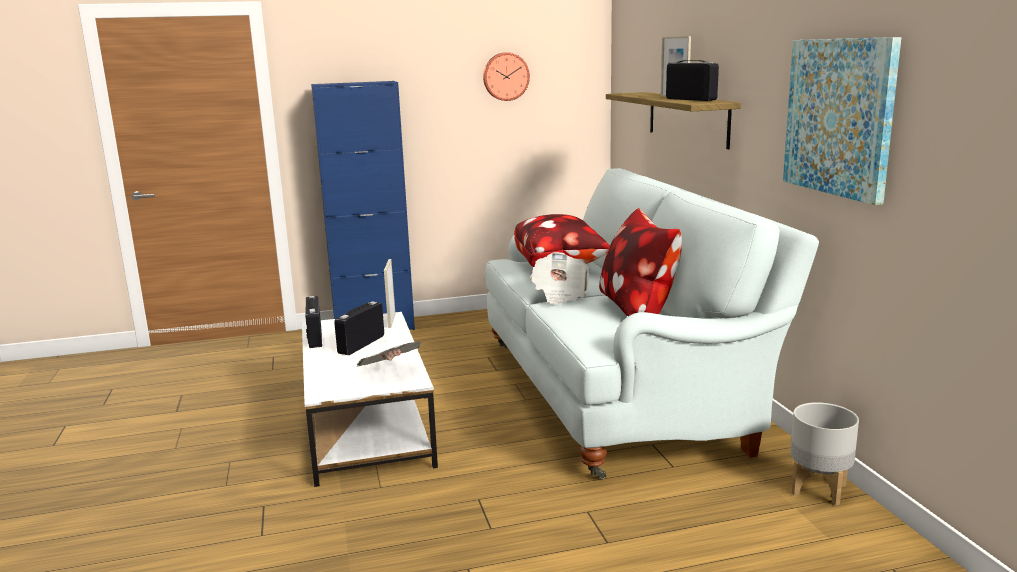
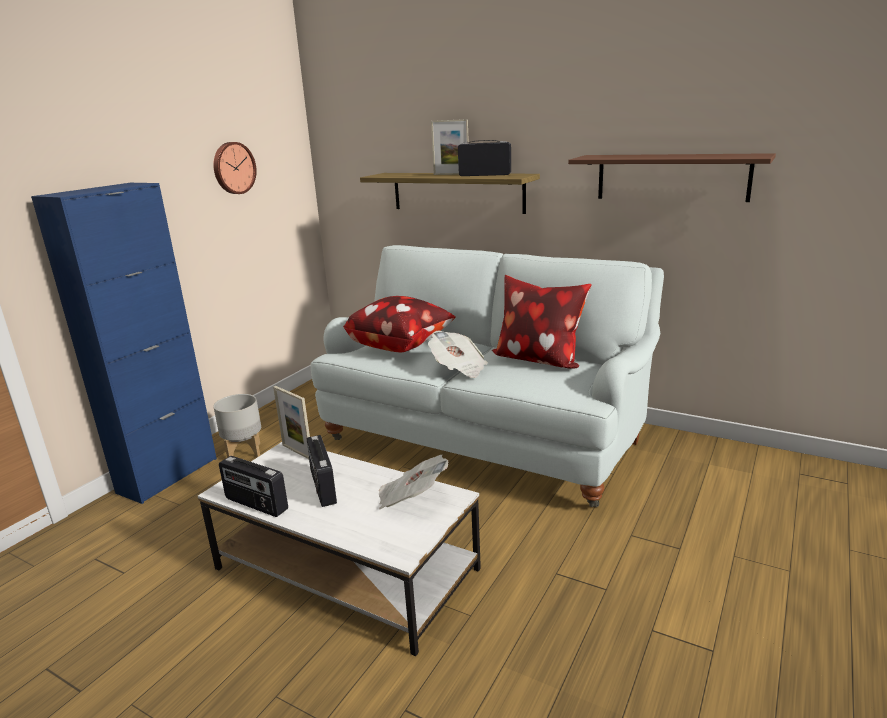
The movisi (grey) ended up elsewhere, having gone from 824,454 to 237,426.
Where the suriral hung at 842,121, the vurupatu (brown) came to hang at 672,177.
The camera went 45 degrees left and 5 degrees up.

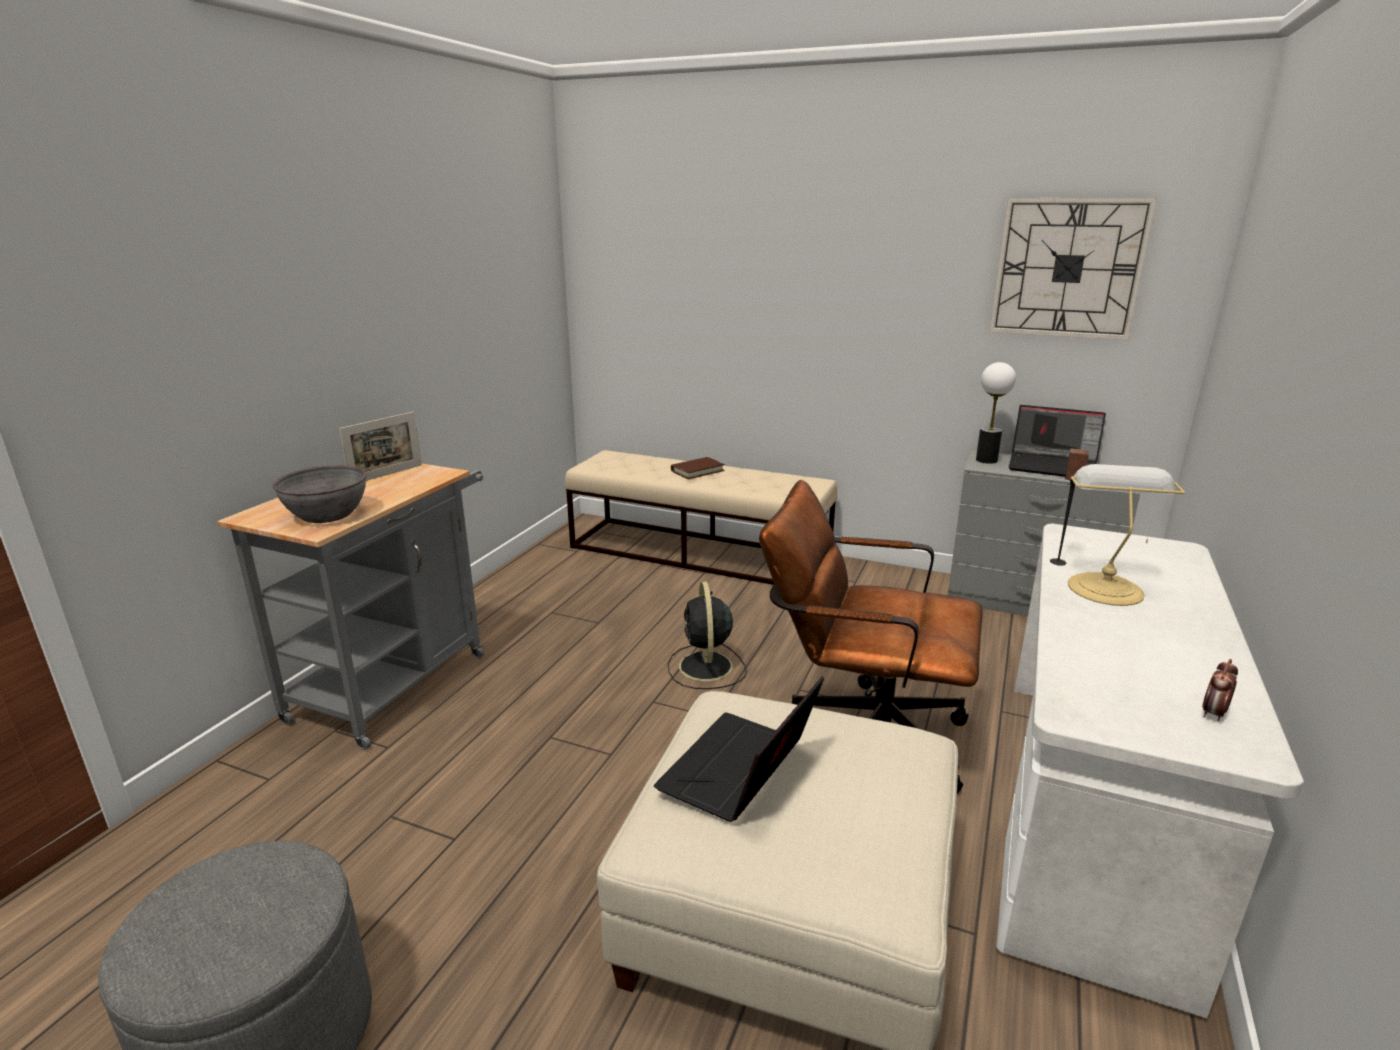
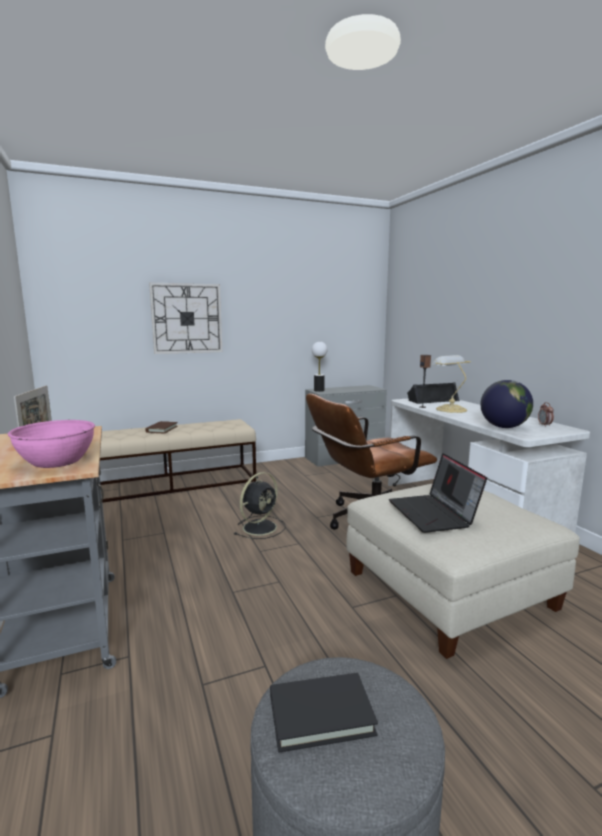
The second view lost the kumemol at 1057,441.
The second view gained the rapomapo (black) at 324,713.
The second view gained the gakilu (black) at 433,393.
The second view gained the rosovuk at 506,404.
The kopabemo ended up elsewhere, having gone from 1073,269 to 185,318.
What was the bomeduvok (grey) at 320,494 turned into the bomeduvok (pink) at 51,444.
The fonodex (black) at 707,635 ended up facing another way, 90 degrees counterclockwise from before.
The camera went 45 degrees left and 10 degrees down.

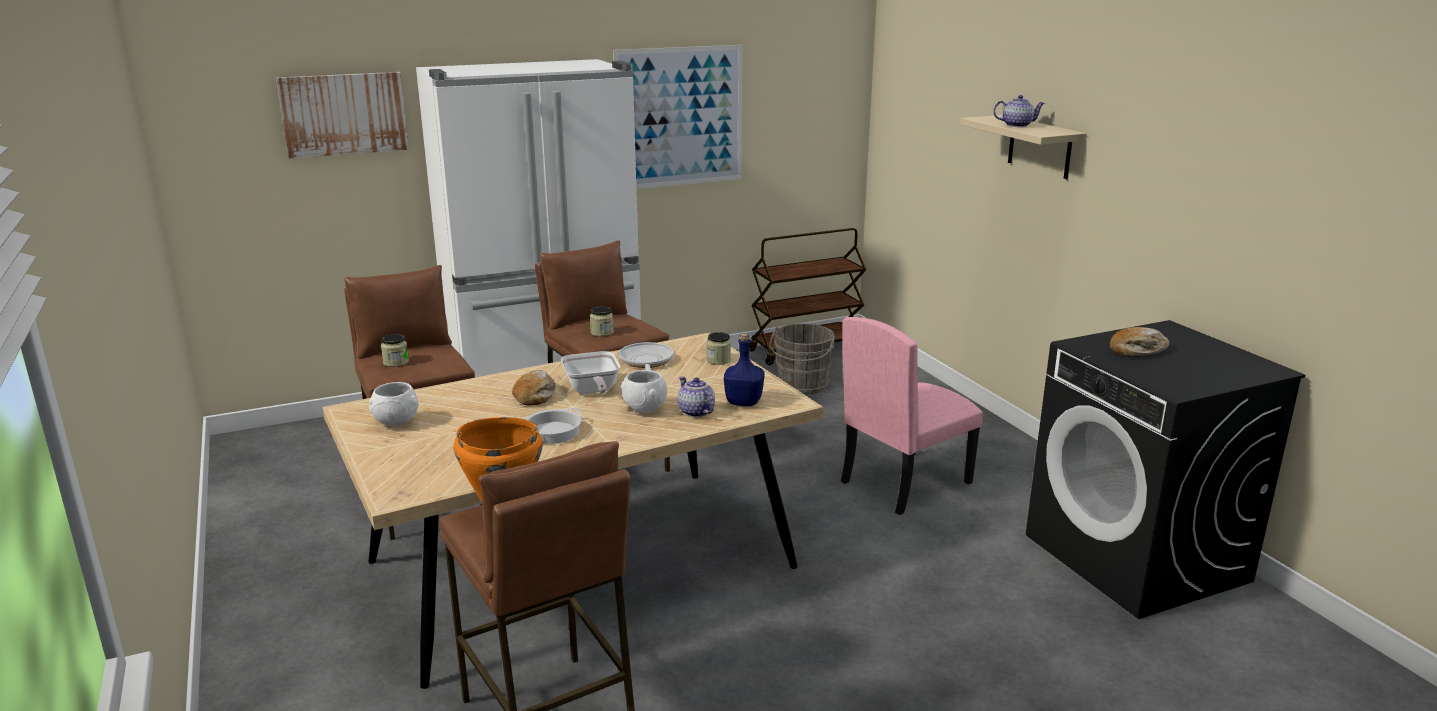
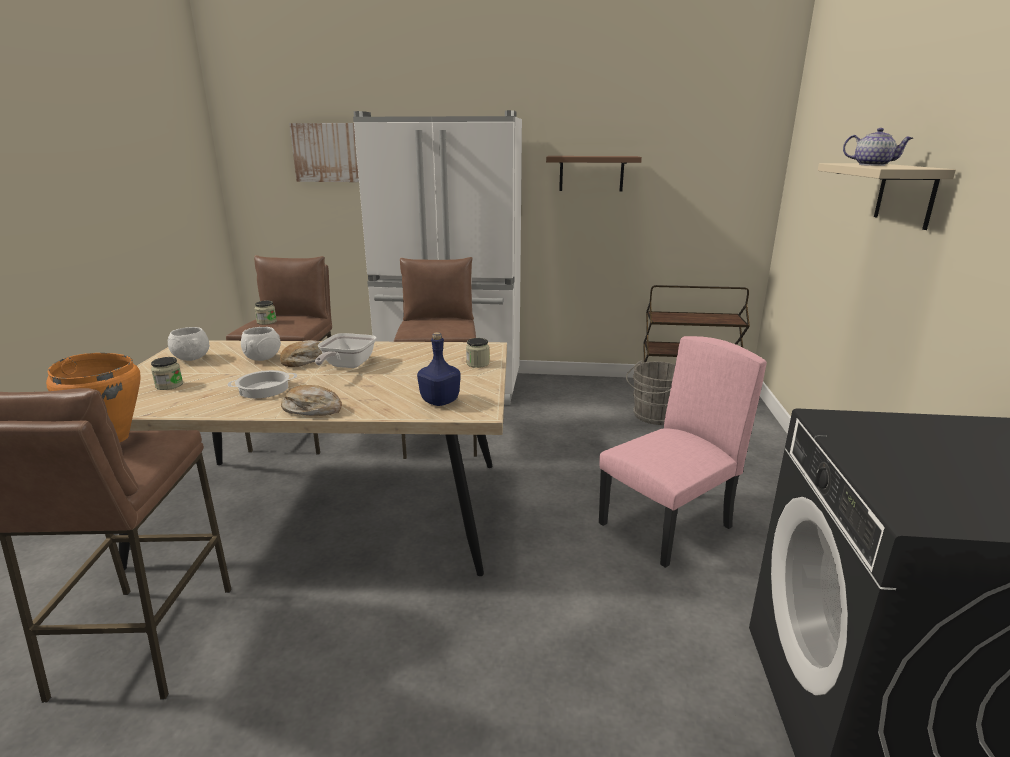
The second view lost the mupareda at 646,356.
The second view lost the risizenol at 696,397.
The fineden ended up elsewhere, having gone from 602,321 to 167,373.
The bomeduvok (white) ended up elsewhere, having gone from 644,391 to 261,344.
The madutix ended up elsewhere, having gone from 1139,342 to 311,400.
Where the suriral hung at 678,117, the vurupatu (brown) came to hang at 594,174.
The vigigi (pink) at 912,416 ended up facing another way, 150 degrees clockwise from before.
The camera went 30 degrees right and 0 degrees up.

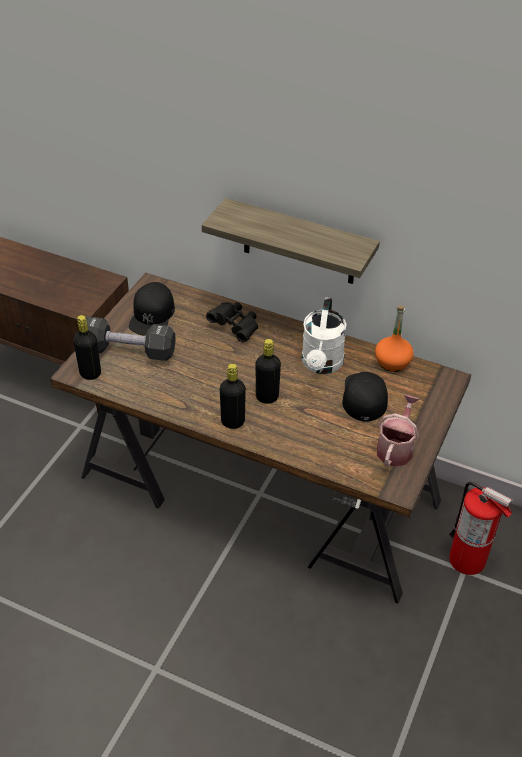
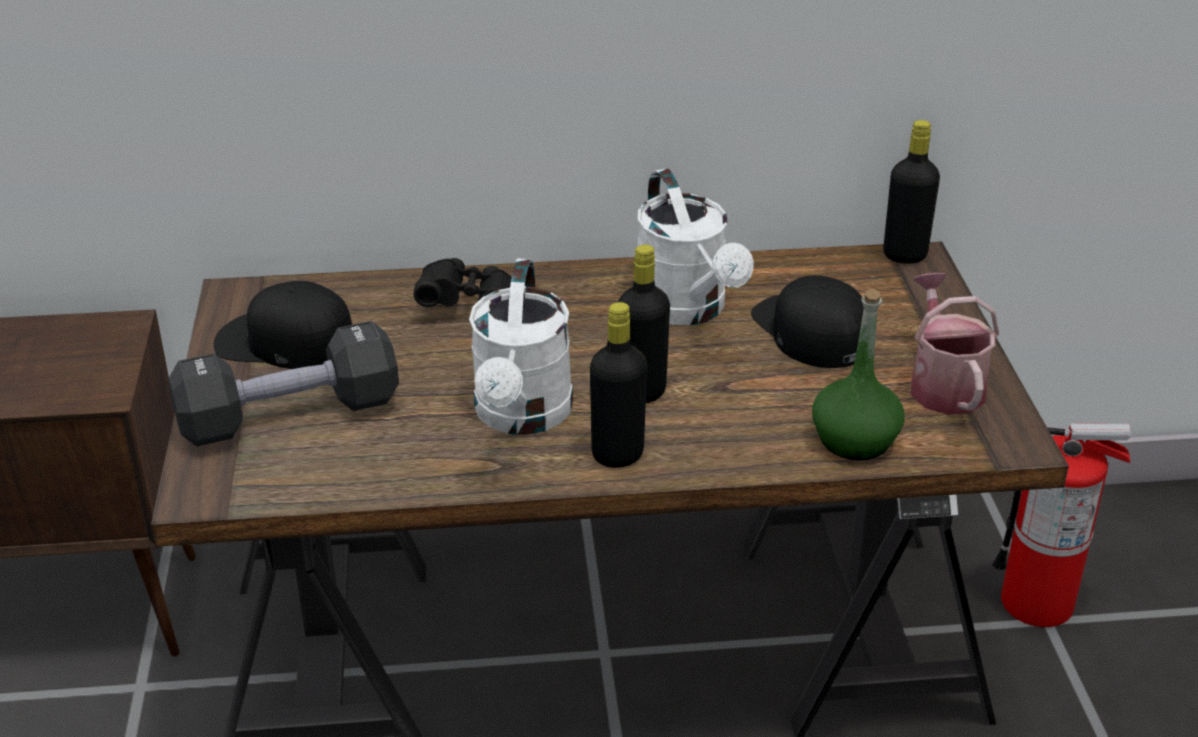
The second view lost the vurupatu at 291,241.
The second view lost the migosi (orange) at 394,338.
The second view gained the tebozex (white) at 521,347.
The second view gained the migosi (green) at 858,374.
The migosi (black) ended up elsewhere, having gone from 87,347 to 911,192.
The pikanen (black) at 152,309 ended up facing another way, 120 degrees clockwise from before.
The camera went 30 degrees left and 10 degrees down.

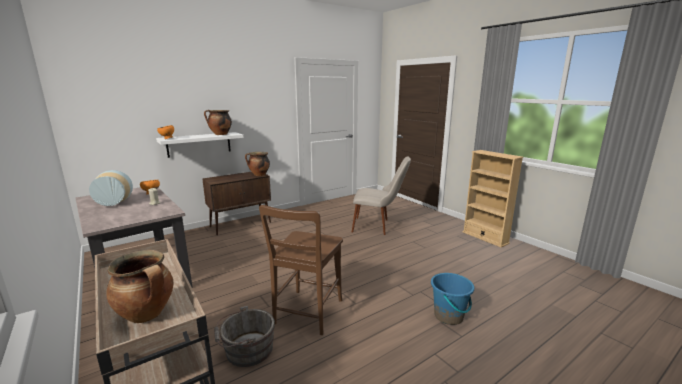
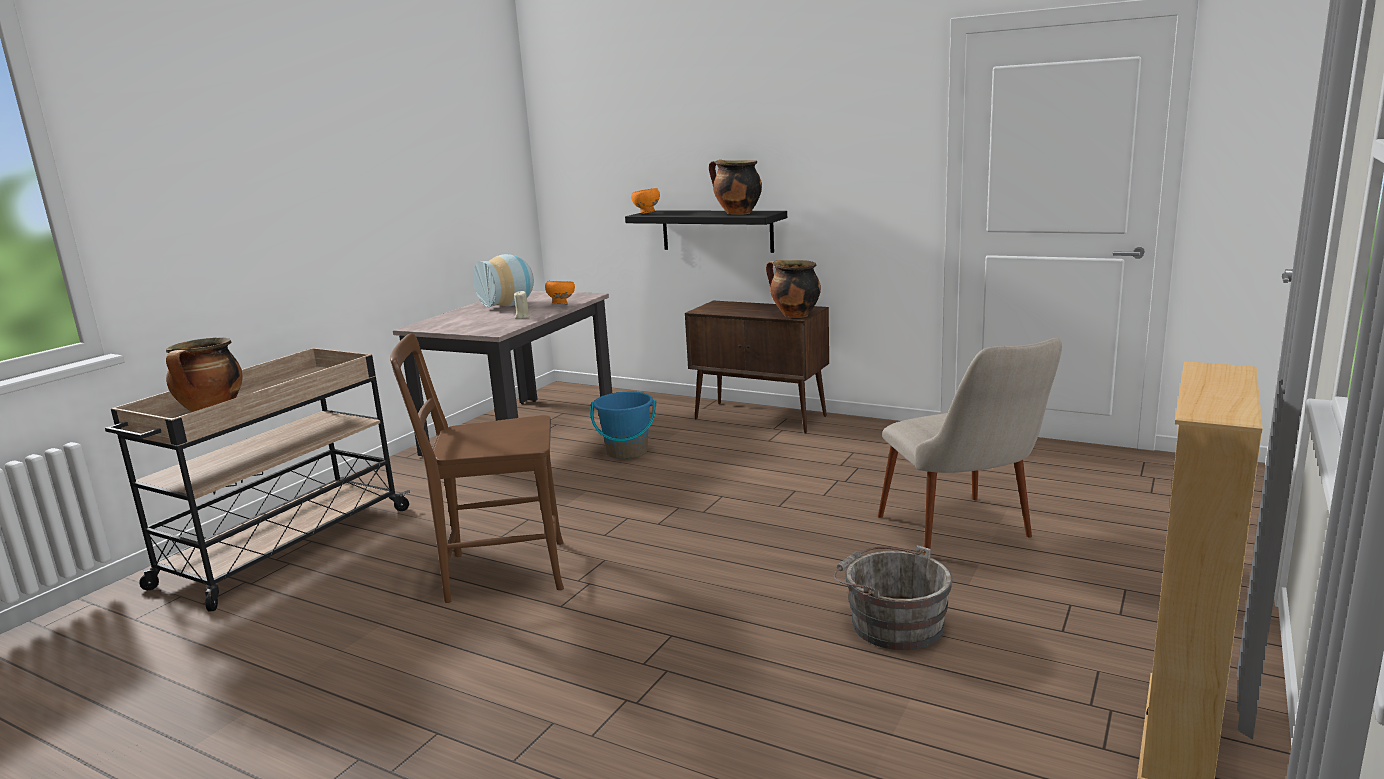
The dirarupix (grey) ended up elsewhere, having gone from 244,336 to 893,597.
The dirarupix (blue) ended up elsewhere, having gone from 452,299 to 623,425.
What was the vurupatu (white) at 200,145 turned into the vurupatu (black) at 706,231.
The camera went 65 degrees right and 0 degrees up.

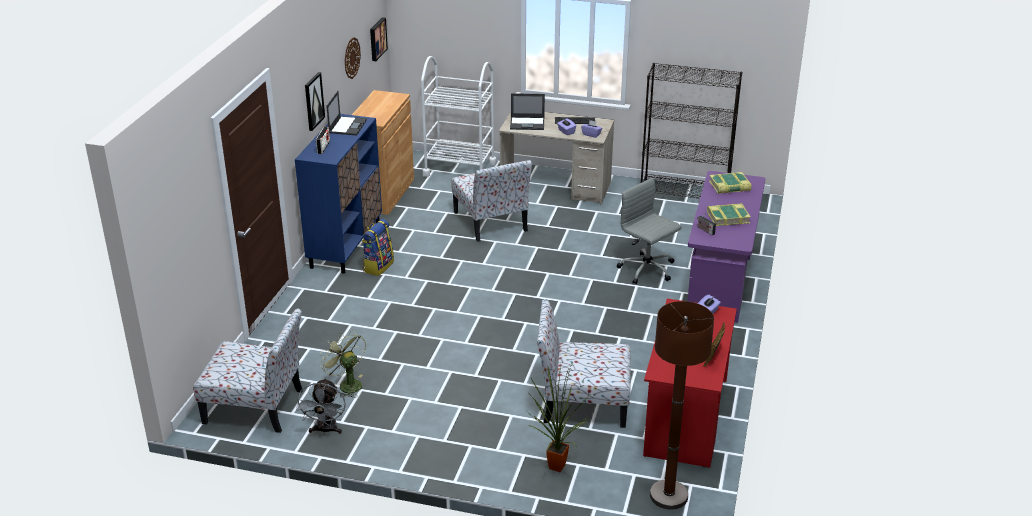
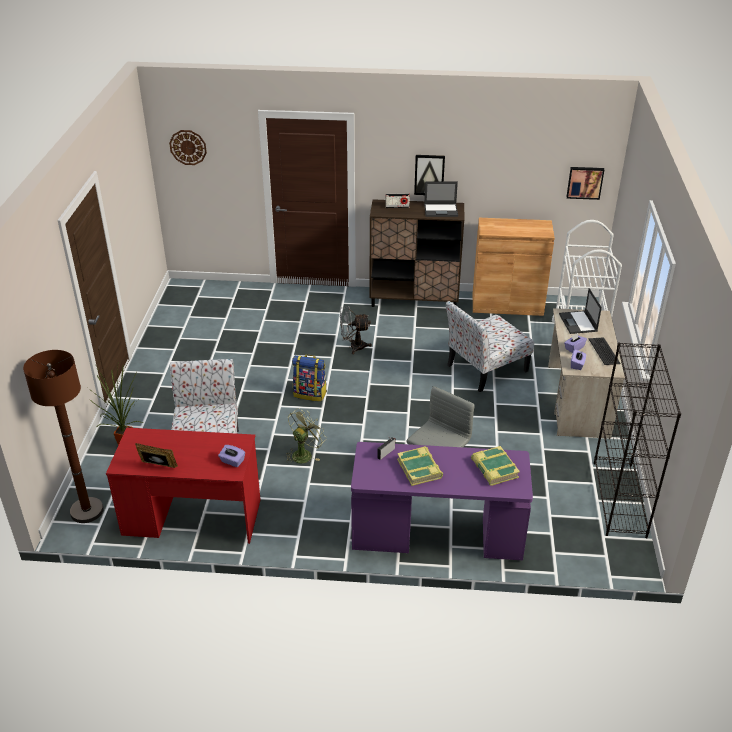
The second view lost the vigigi at 247,371.
The fonodex (grey) ended up elsewhere, having gone from 321,406 to 356,330.
The fonodex (green) ended up elsewhere, having gone from 343,364 to 306,435.
The kopabemo ended up elsewhere, having gone from 353,58 to 188,147.
The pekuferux ended up elsewhere, having gone from 378,247 to 309,378.
What was the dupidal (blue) at 338,193 turned into the dupidal (brown) at 417,253.
The camera went 80 degrees right and 5 degrees up.

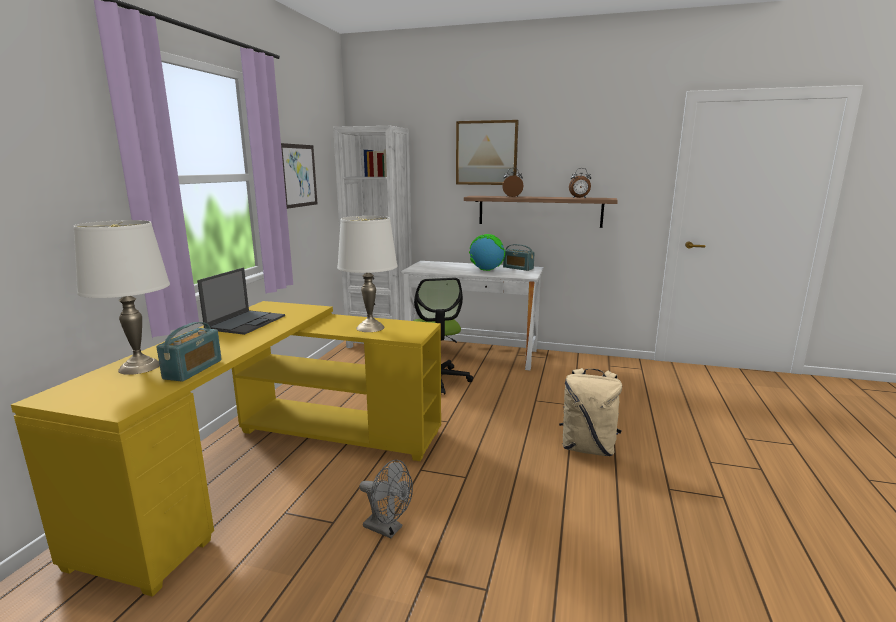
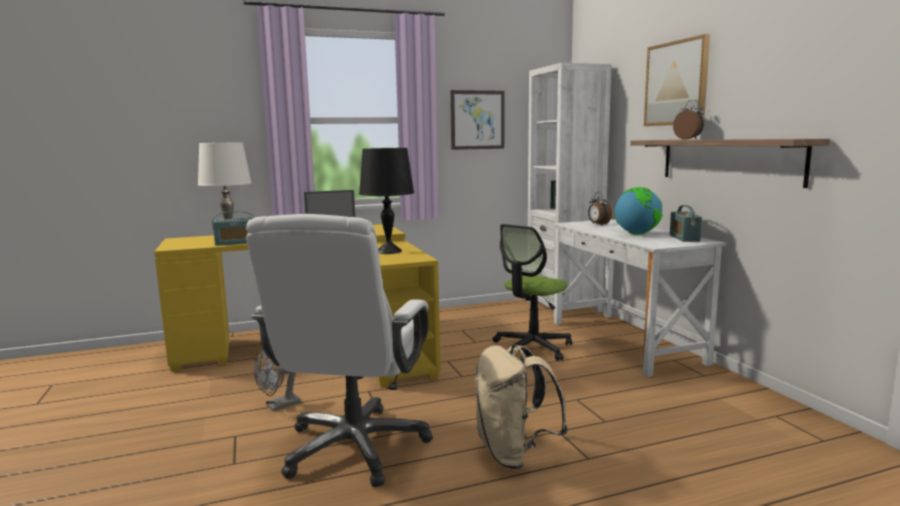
The second view gained the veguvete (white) at 339,350.
The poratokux ended up elsewhere, having gone from 580,183 to 600,209.
What was the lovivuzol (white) at 367,274 turned into the lovivuzol (black) at 386,201.
The fonodex (grey) at 386,499 ended up facing another way, 60 degrees clockwise from before.
The camera went 55 degrees right and 5 degrees down.

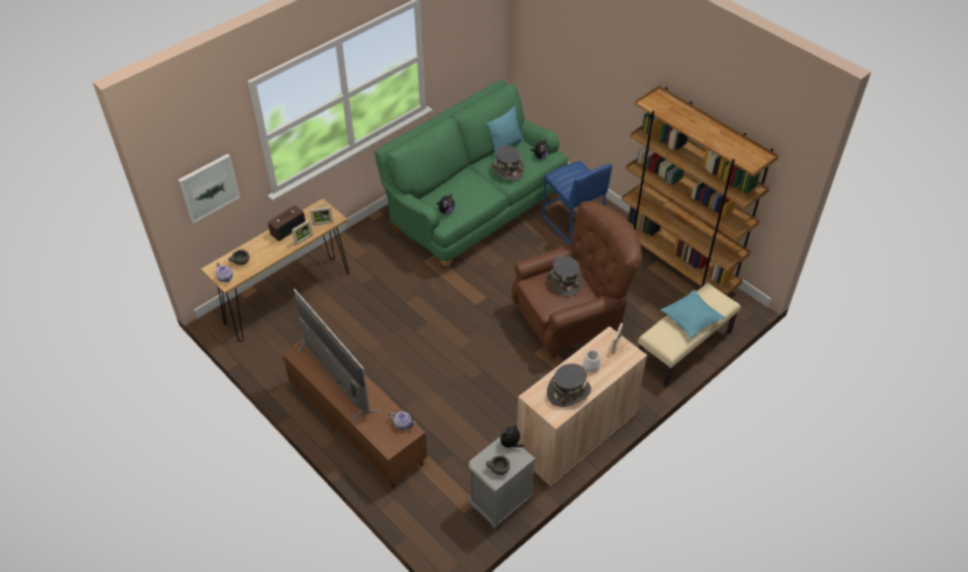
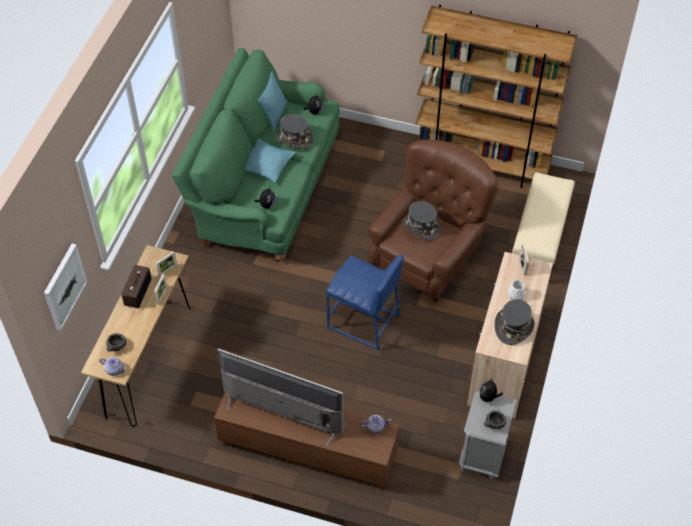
The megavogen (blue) ended up elsewhere, having gone from 577,203 to 365,302.
The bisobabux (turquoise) ended up elsewhere, having gone from 693,314 to 271,161.
The camera went 30 degrees left and 5 degrees up.

